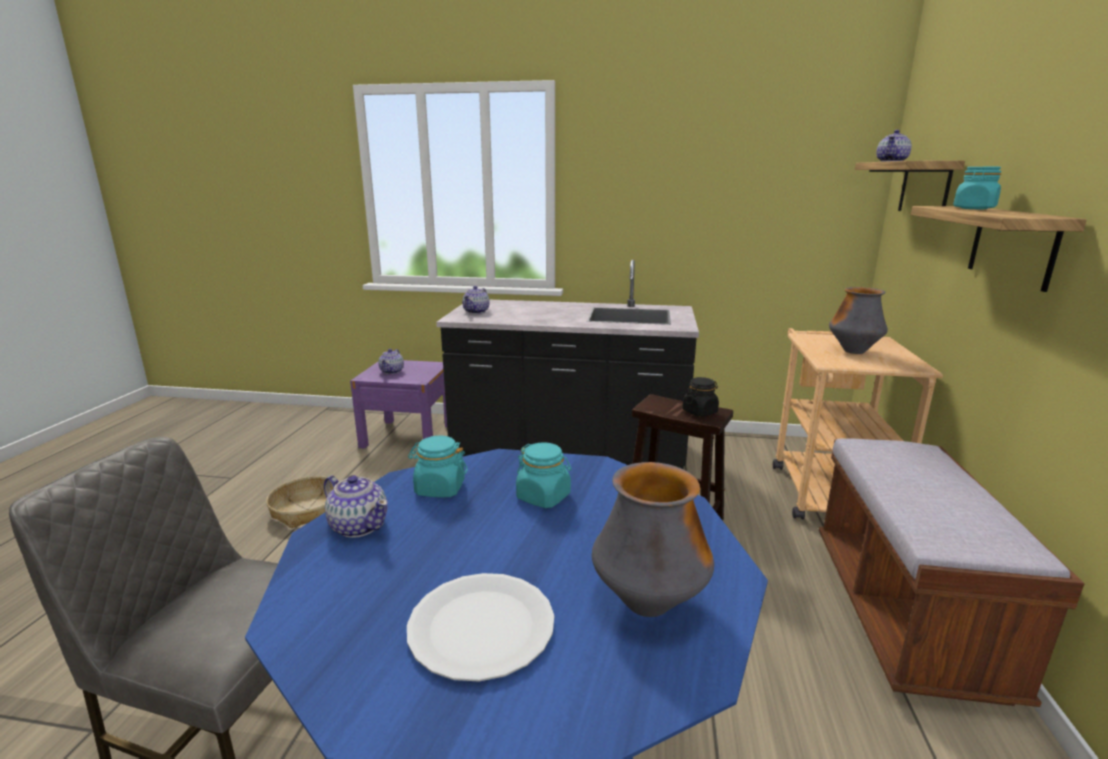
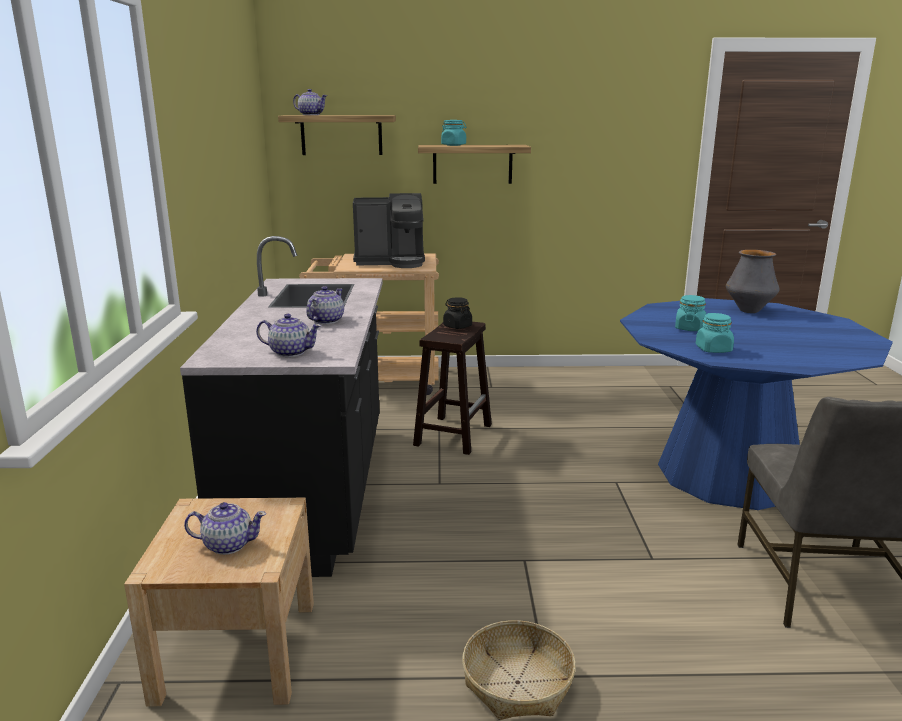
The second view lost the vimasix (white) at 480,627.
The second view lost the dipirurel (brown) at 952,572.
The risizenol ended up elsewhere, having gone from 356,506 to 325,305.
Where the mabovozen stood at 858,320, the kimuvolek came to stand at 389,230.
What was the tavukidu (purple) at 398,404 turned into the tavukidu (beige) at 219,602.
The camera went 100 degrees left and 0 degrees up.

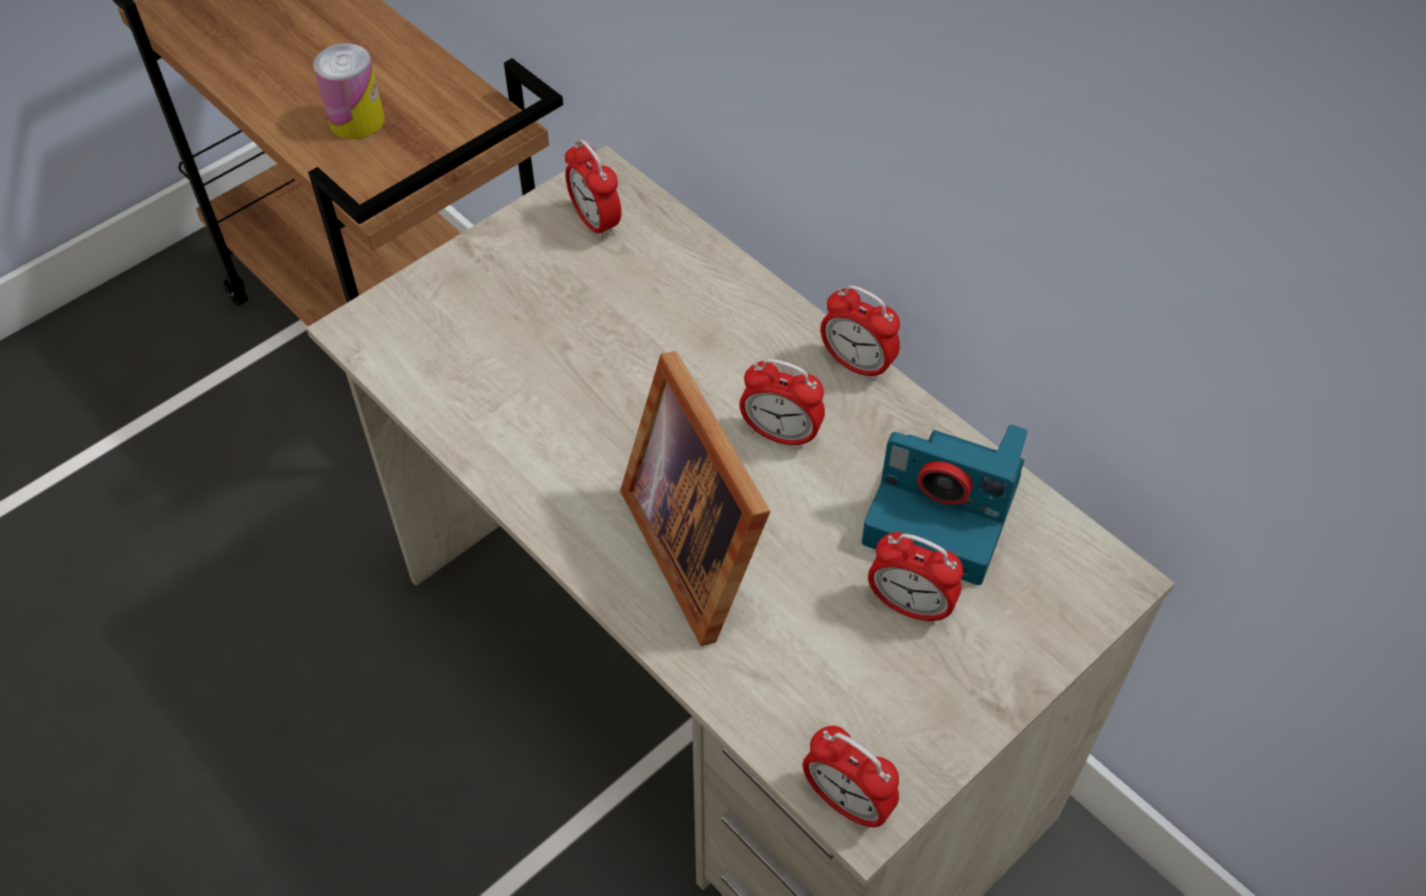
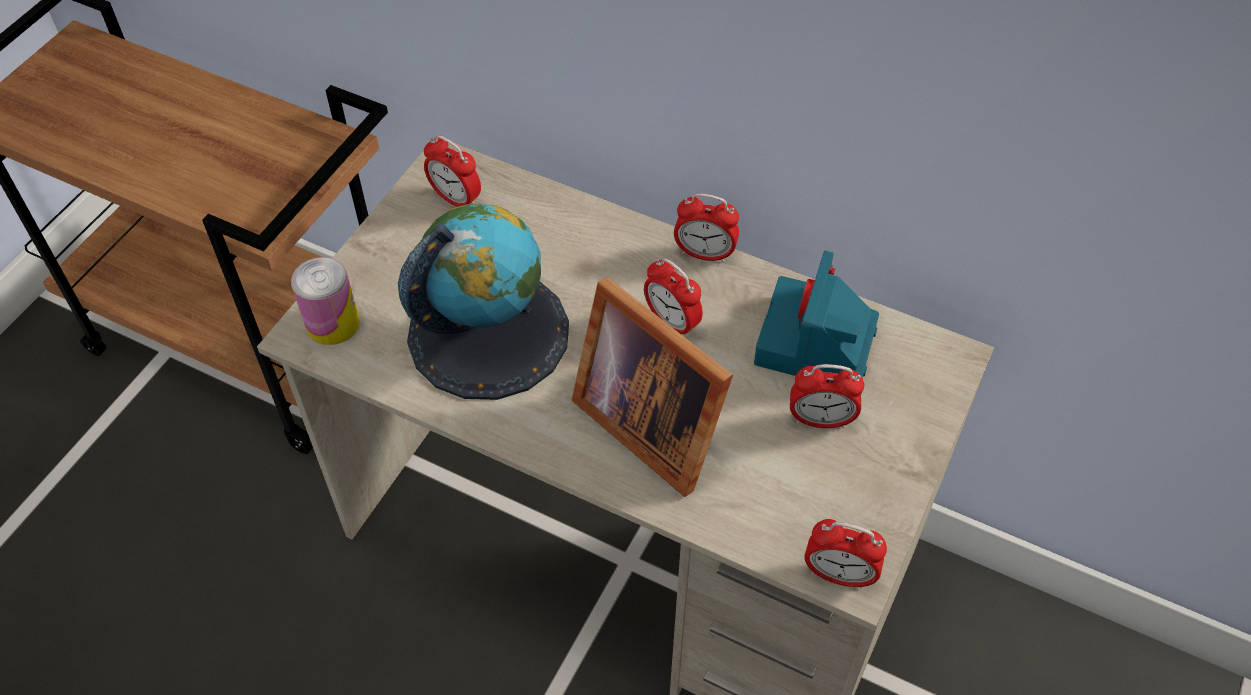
The second view gained the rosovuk at 483,301.
The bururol ended up elsewhere, having gone from 348,91 to 325,301.
The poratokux at 782,404 ended up facing another way, 45 degrees clockwise from before.
The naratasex at 945,505 ended up facing another way, 105 degrees clockwise from before.
The camera went 20 degrees left and 0 degrees up.

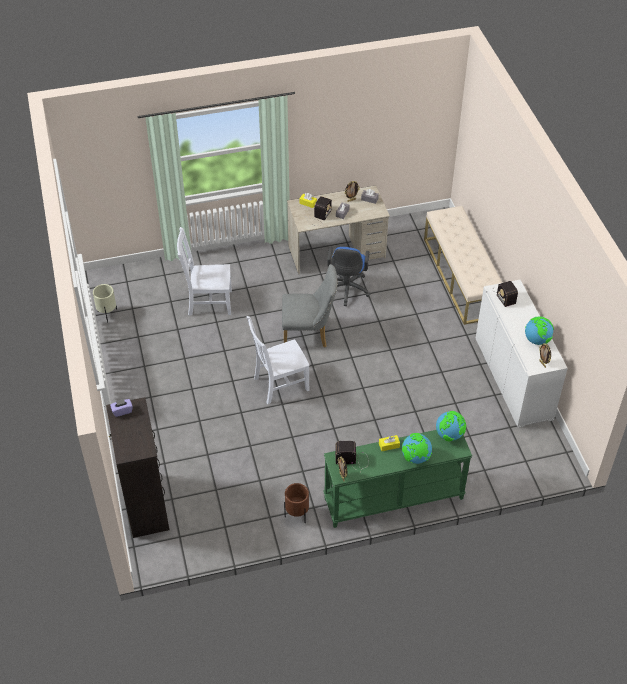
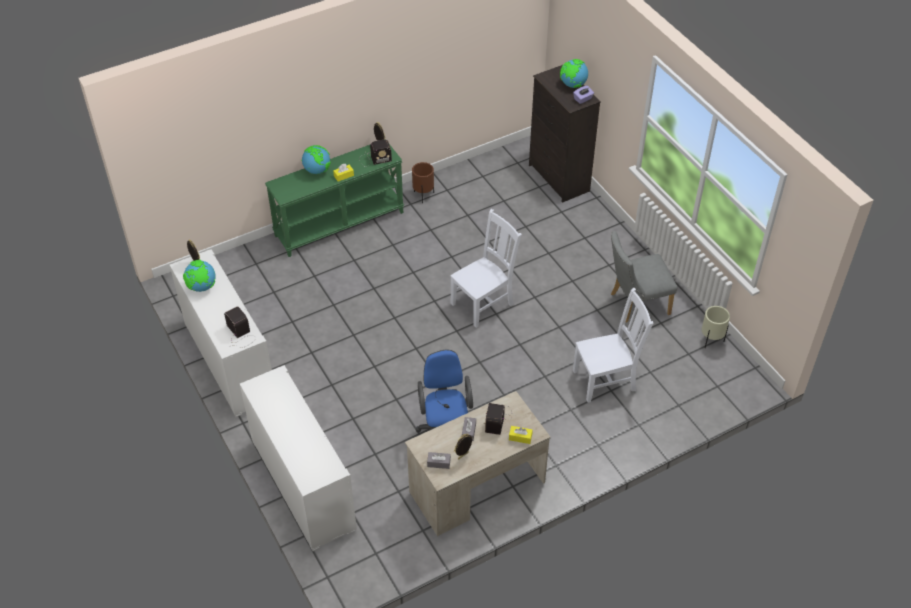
The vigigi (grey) ended up elsewhere, having gone from 309,306 to 644,277.
The rosovuk ended up elsewhere, having gone from 451,426 to 574,73.
Where the dipirurel (beige) stood at 463,265, the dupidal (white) came to stand at 298,458.
The camera went 165 degrees right and 0 degrees up.

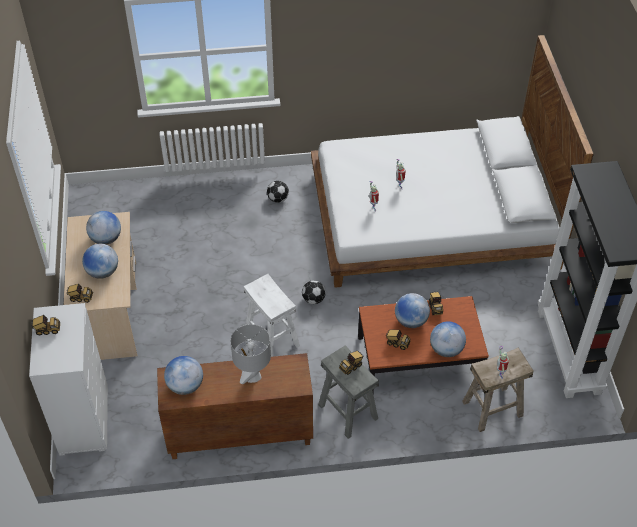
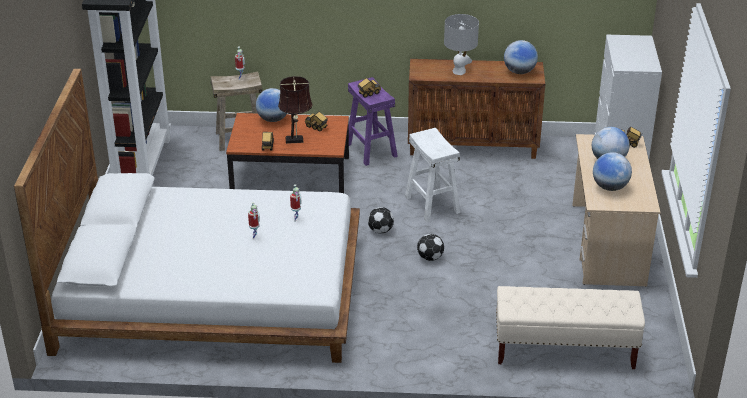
The second view lost the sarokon at 45,325.
The second view gained the dipirurel (beige) at 570,327.
The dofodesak ended up elsewhere, having gone from 278,192 to 430,247.
Where the rosovuk stood at 412,310, the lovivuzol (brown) came to stand at 295,110.
What was the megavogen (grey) at 348,392 turned into the megavogen (purple) at 373,121.
The camera went 170 degrees left and 15 degrees down.

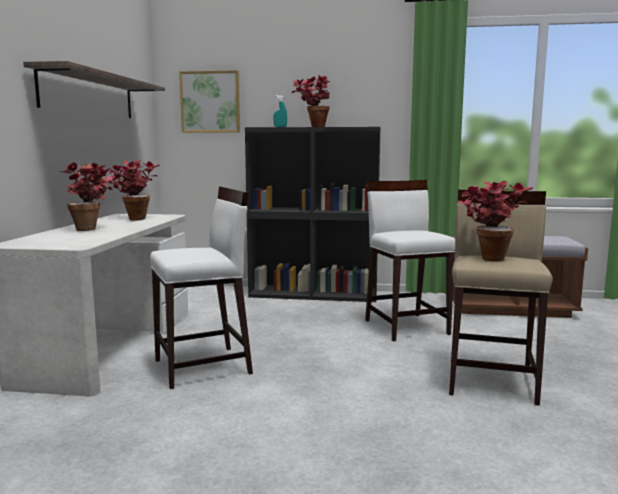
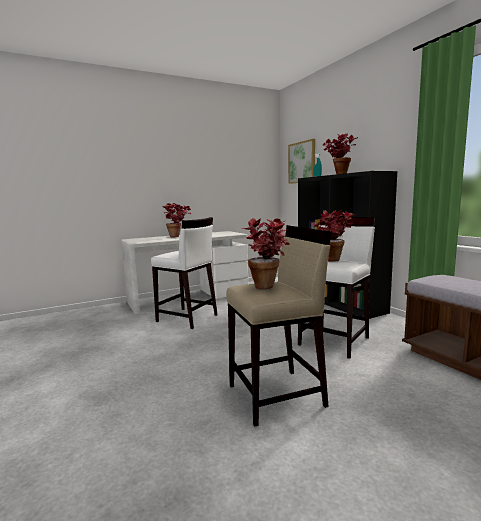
The second view lost the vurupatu at 94,89.
The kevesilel ended up elsewhere, having gone from 132,190 to 333,235.
The camera went 55 degrees right and 0 degrees up.

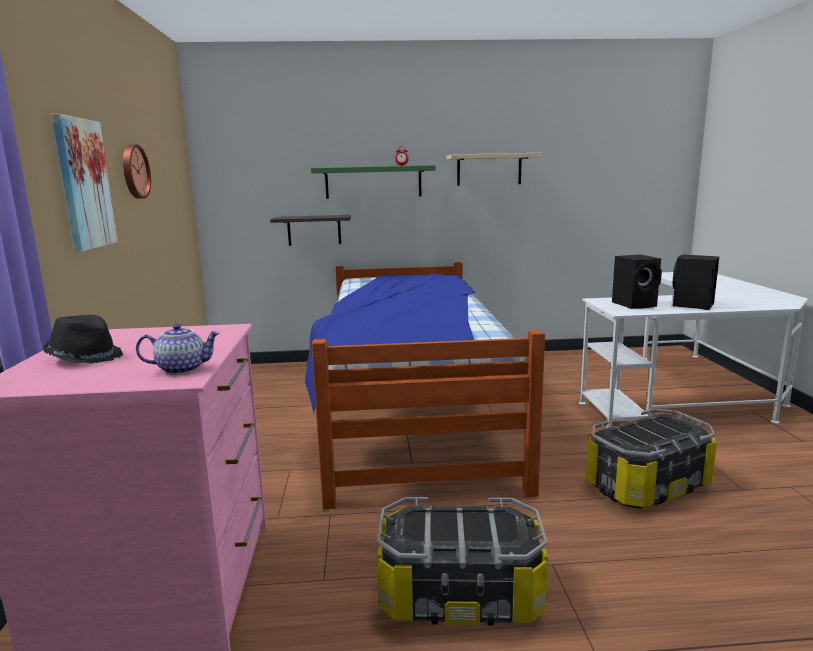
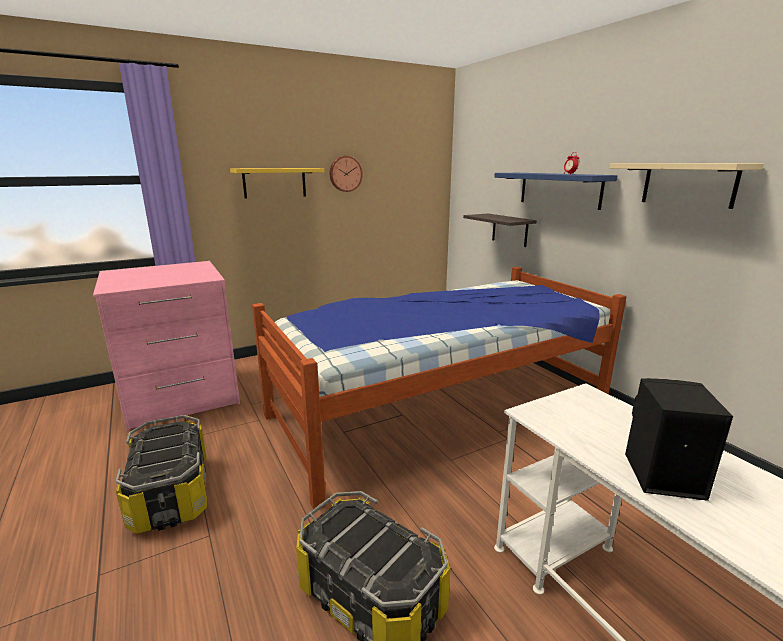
The second view lost the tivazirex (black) at 83,339.
The second view lost the risizenol at 178,349.
The second view lost the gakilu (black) at 637,281.
Where the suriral hung at 84,183, the vurupatu (yellow) came to hang at 277,183.
What was the vurupatu (green) at 373,182 turned into the vurupatu (blue) at 555,191.
The camera went 65 degrees right and 5 degrees up.

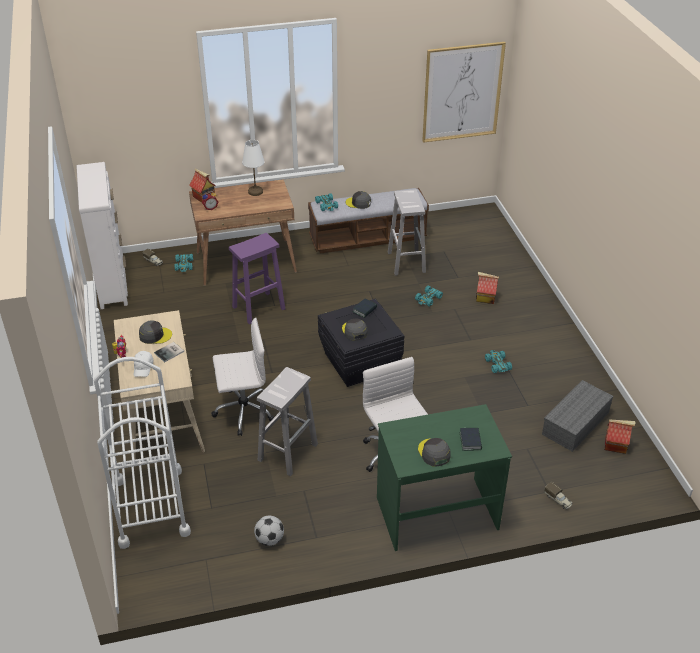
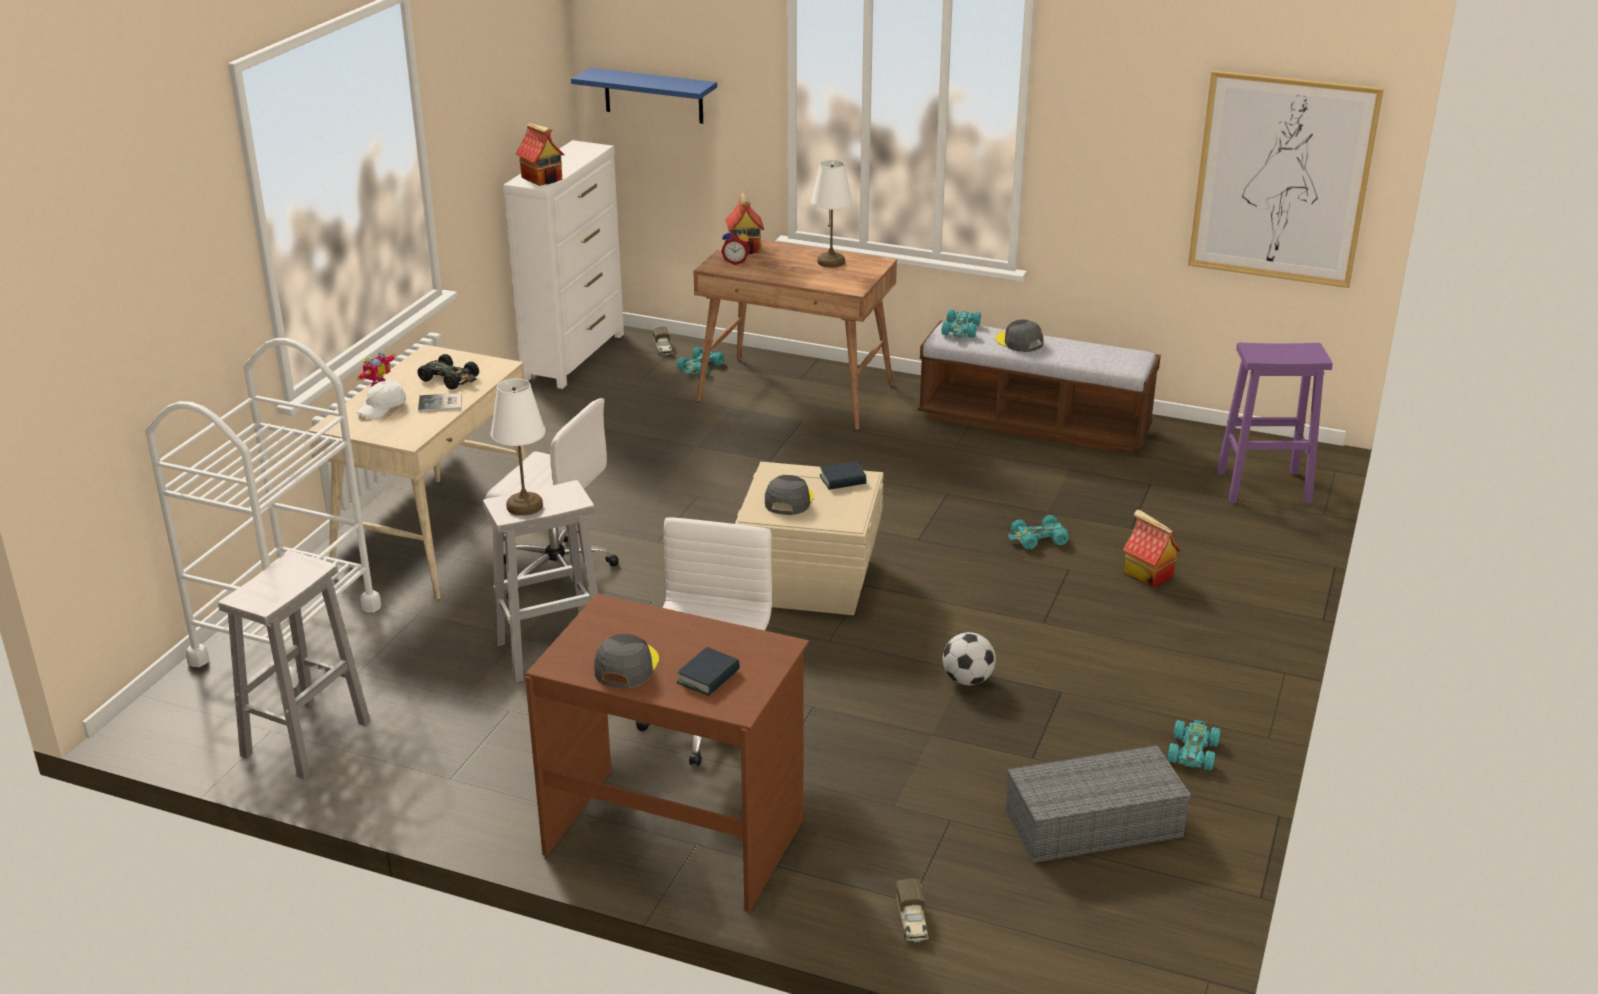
The second view gained the lovivuzol (white) at 518,447.
The second view gained the vurupatu (blue) at 644,95.
The megavogen (purple) ended up elsewhere, having gone from 257,278 to 1275,423.
The dofodesak ended up elsewhere, having gone from 269,531 to 969,658.
The megavogen (white) ended up elsewhere, having gone from 407,232 to 294,665.
The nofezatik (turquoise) ended up elsewhere, having gone from 498,361 to 1193,745.
The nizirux ended up elsewhere, having gone from 620,436 to 539,154.
Where the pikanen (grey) stood at 155,332, the nofezatik (black) came to stand at 448,372.
What was the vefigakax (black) at 361,343 turned into the vefigakax (beige) at 809,538.
What was the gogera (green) at 444,477 turned into the gogera (brown) at 667,752.
The camera went 35 degrees right and 10 degrees down.

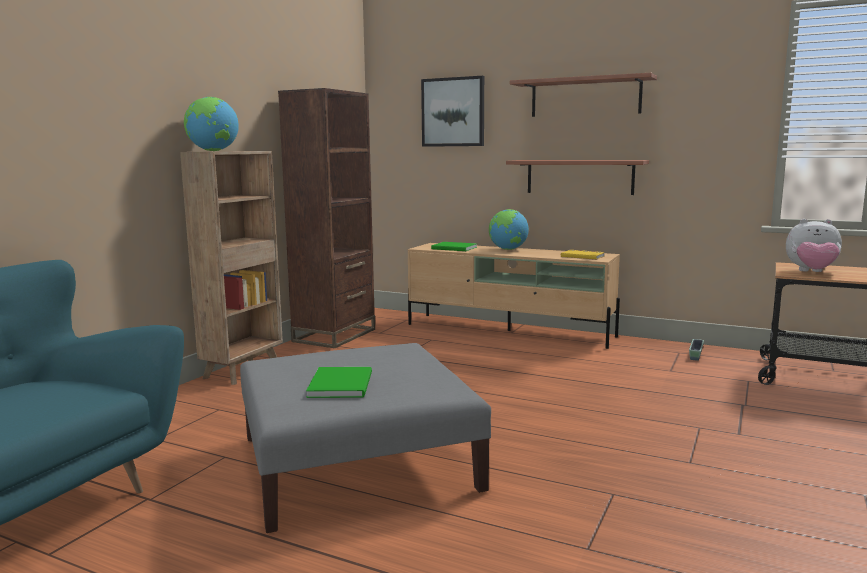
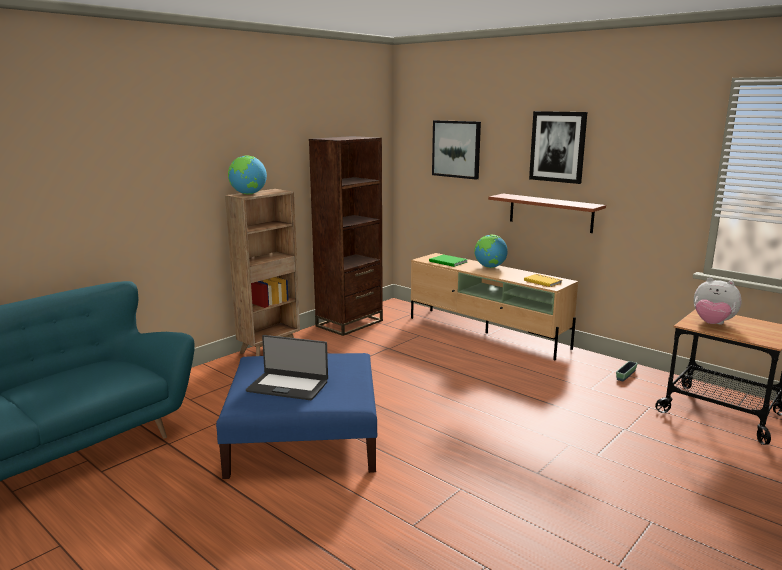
Where the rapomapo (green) stood at 339,382, the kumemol came to stand at 287,367.
Where the vurupatu hung at 583,95, the suriral came to hang at 558,147.
What was the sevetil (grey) at 365,438 turned into the sevetil (blue) at 296,416.
The camera went 15 degrees right and 5 degrees up.

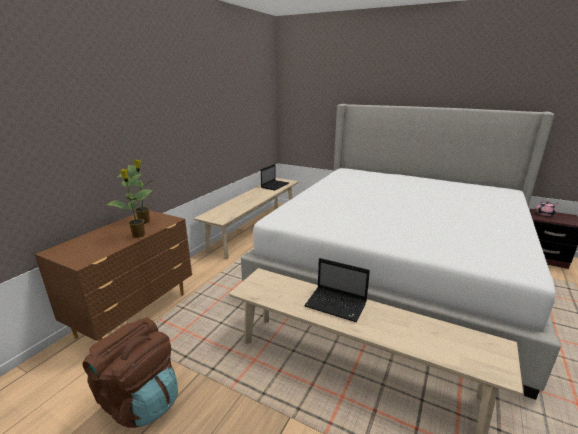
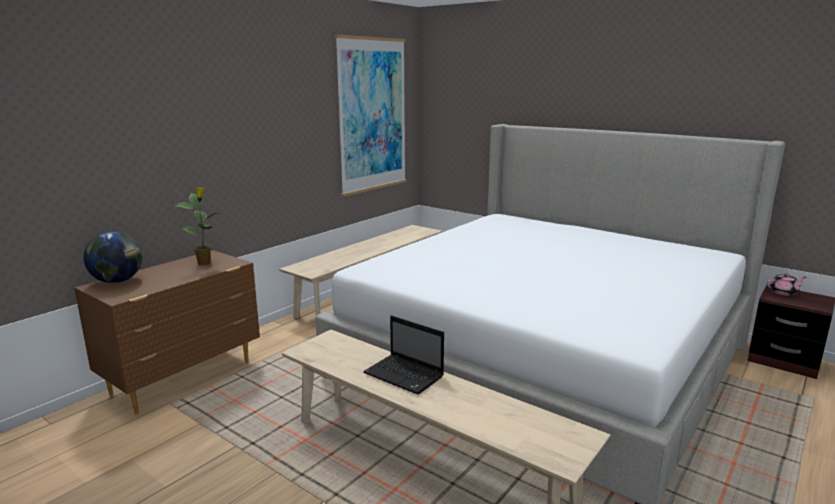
The second view lost the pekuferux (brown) at 130,373.
The second view lost the kevesilel at 130,203.
The second view lost the kumemol at 275,177.
The second view gained the rosovuk at 112,257.
The second view gained the suriral at 370,115.
The camera went 10 degrees right and 5 degrees down.

